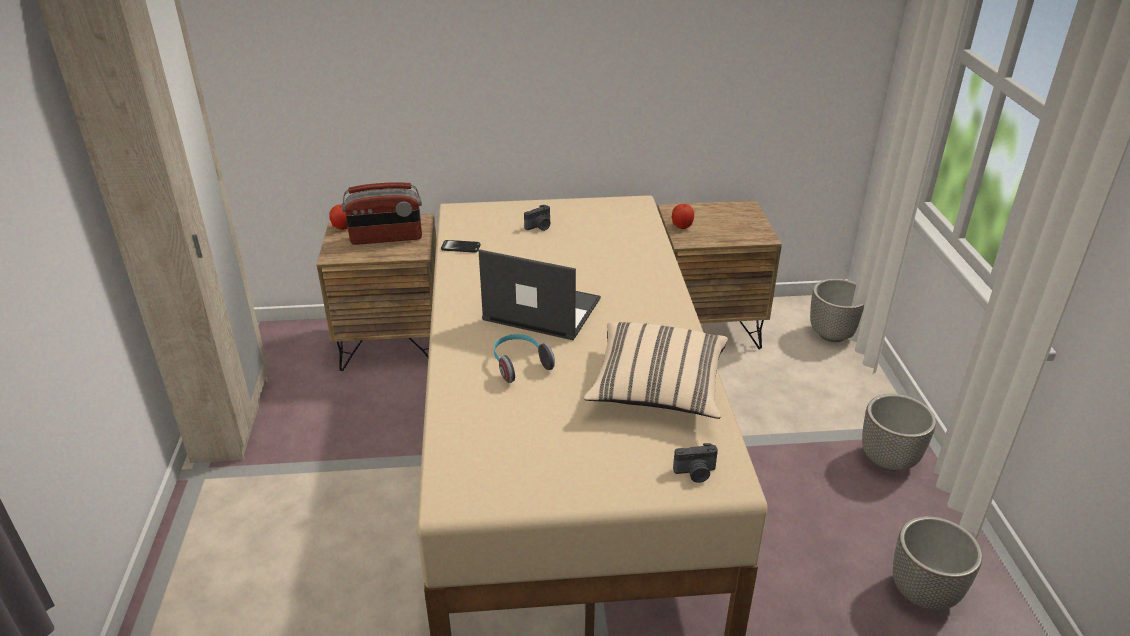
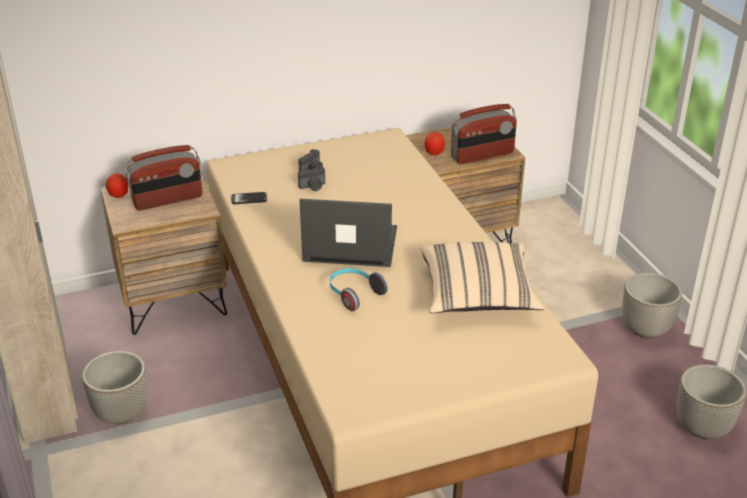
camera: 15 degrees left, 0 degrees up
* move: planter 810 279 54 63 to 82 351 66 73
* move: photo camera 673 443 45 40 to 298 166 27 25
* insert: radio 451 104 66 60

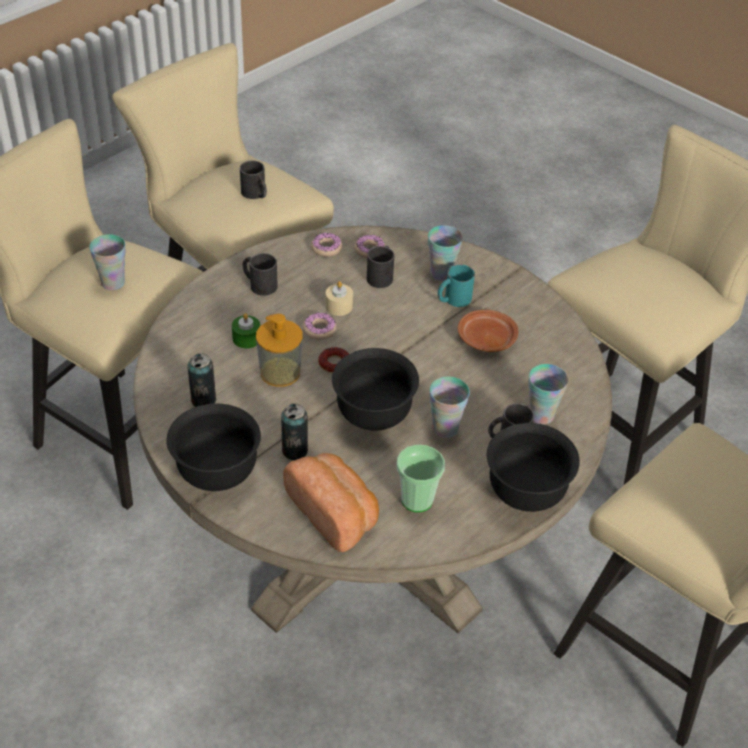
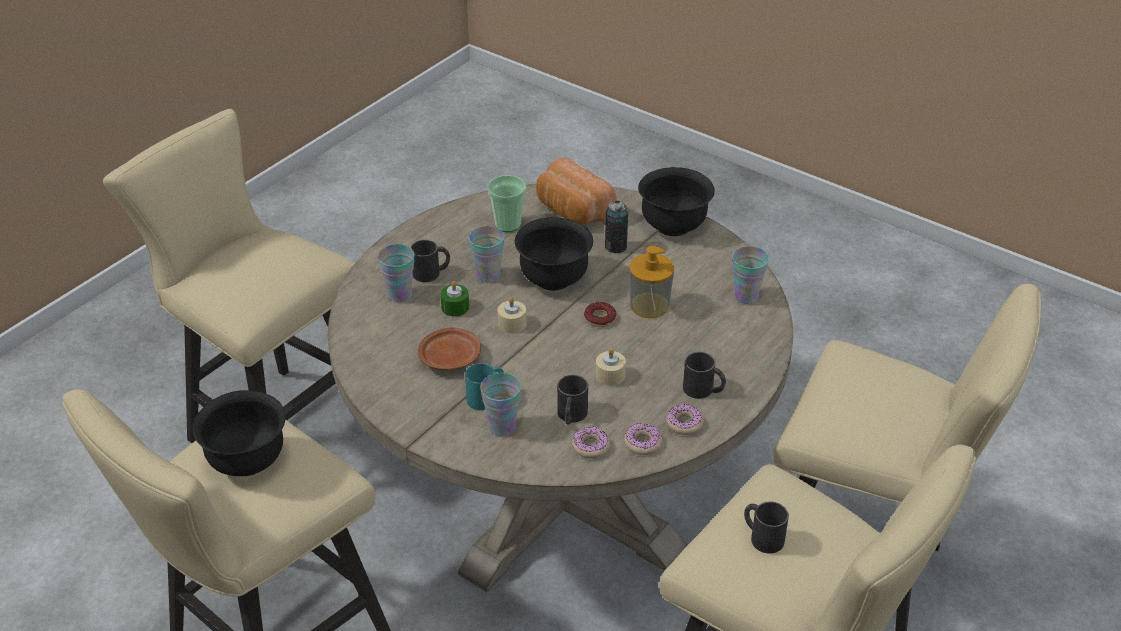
camera: 175 degrees right, 5 degrees down
* move: cup 89 234 36 56 to 732 246 37 58
* move: donut 302 312 34 28 to 666 404 38 31
* move: candle/green 232 313 28 36 to 440 281 29 36
* delete: can 187 353 29 54
* move: bowl/black 487 423 92 89 to 193 390 93 86
* insert: candle/beige 498 297 28 36

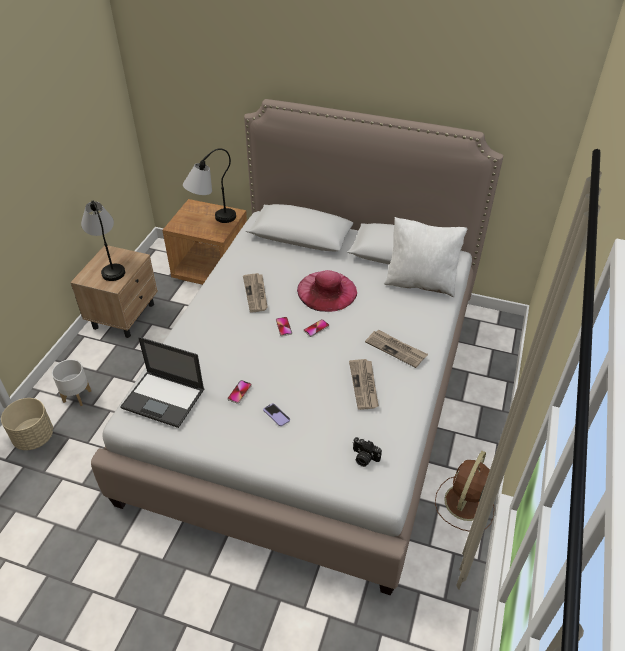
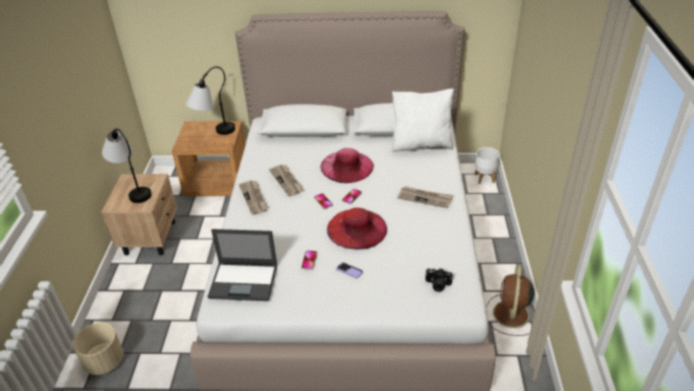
camera: 15 degrees left, 5 degrees down
* move: planter/white 52 359 39 47 to 475 147 25 37
* move: newspaper 349 359 30 51 to 239 180 29 35
* insert: hat/red 327 208 60 42

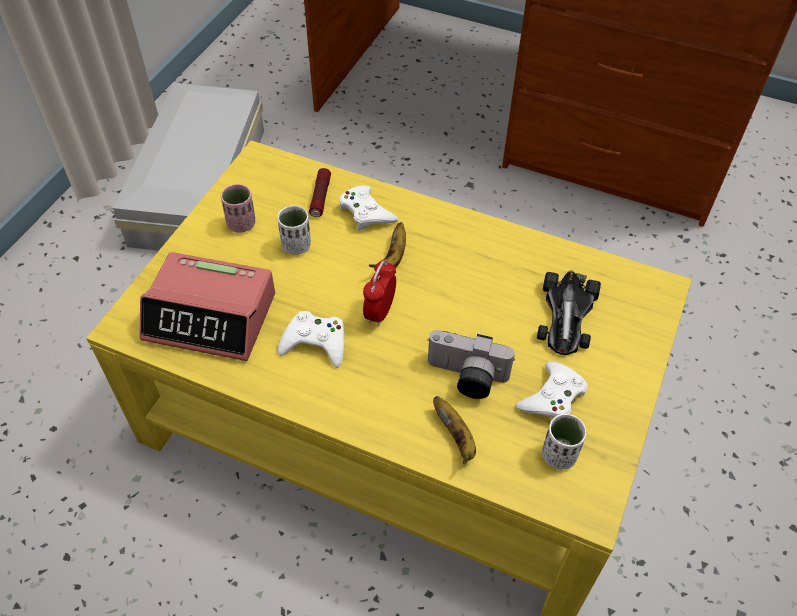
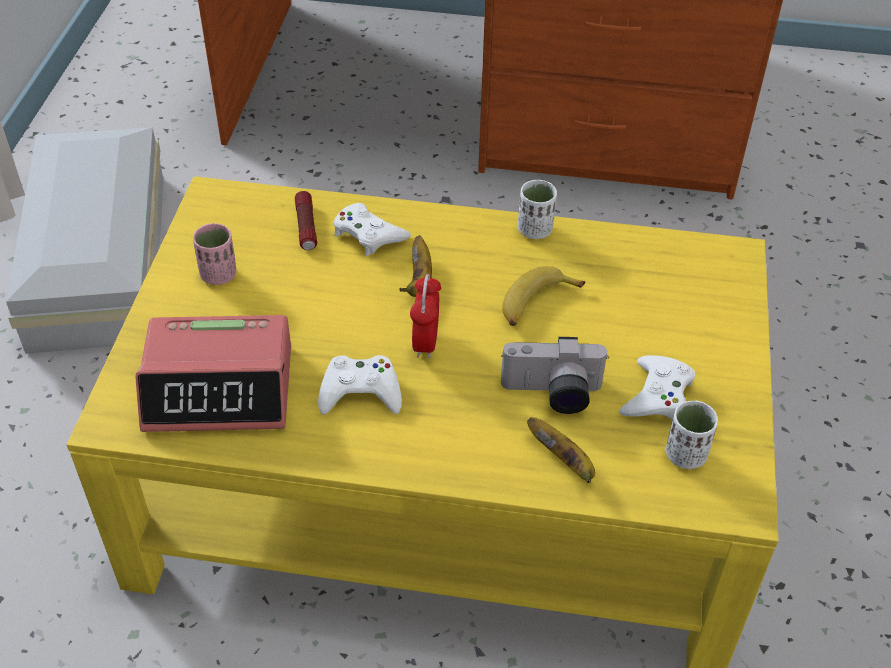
camera: 15 degrees left, 5 degrees down
* move: cup/white 278 205 33 50 to 518 180 39 59
* delete: toy car 537 270 64 85
* insert: banana 502 266 83 60

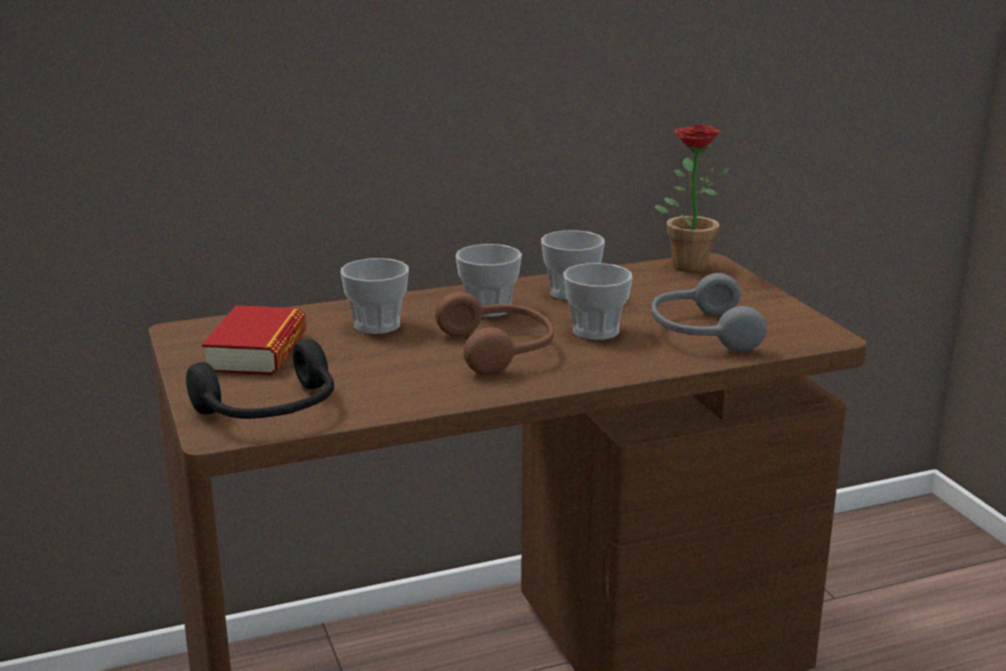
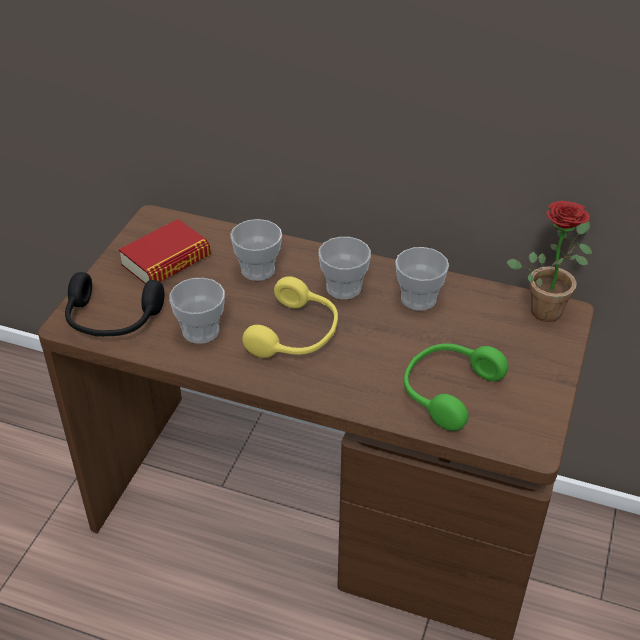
camera: 40 degrees right, 20 degrees up
* move: cup 563 263 70 77 to 169 278 56 66
* recolor: headphones/grey 651 273 116 79 to headphones/green 404 343 105 88
* recolor: headphones/brown 435 291 119 84 to headphones/yellow 242 276 96 82

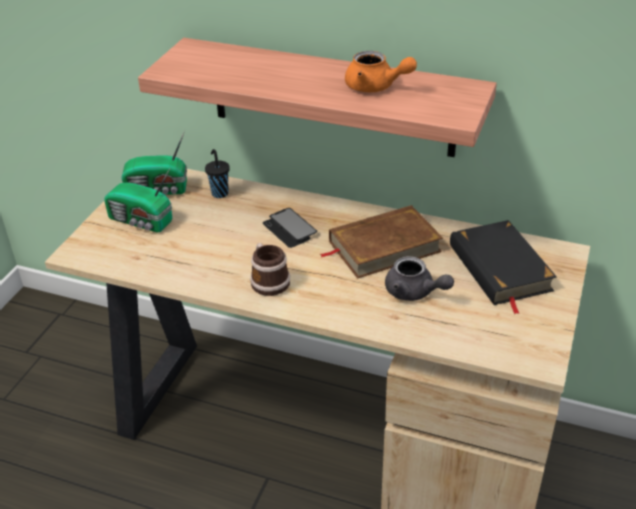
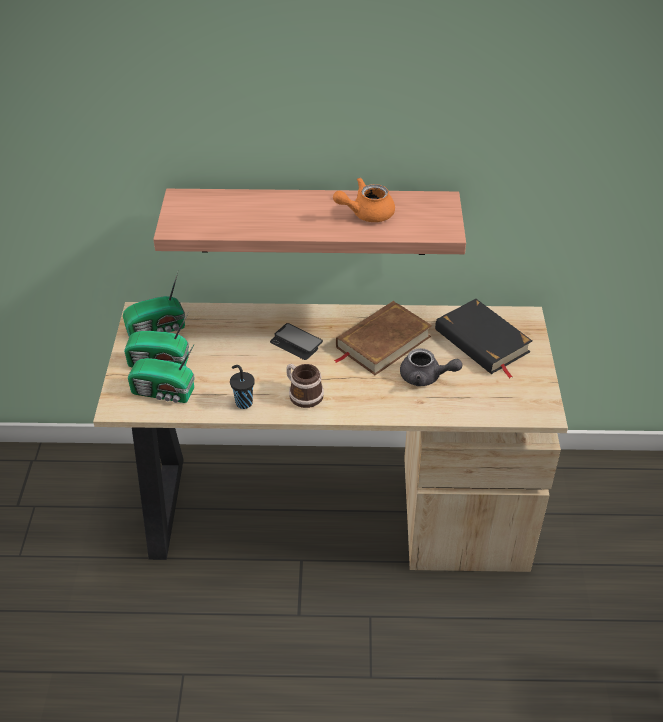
camera: 20 degrees left, 5 degrees up
* rotate: teapot/orange 345 51 72 41 = 333 177 62 45 150 degrees clockwise
* move: cup/black 205 149 25 49 to 230 365 25 44
* insert: radio 128 345 67 58

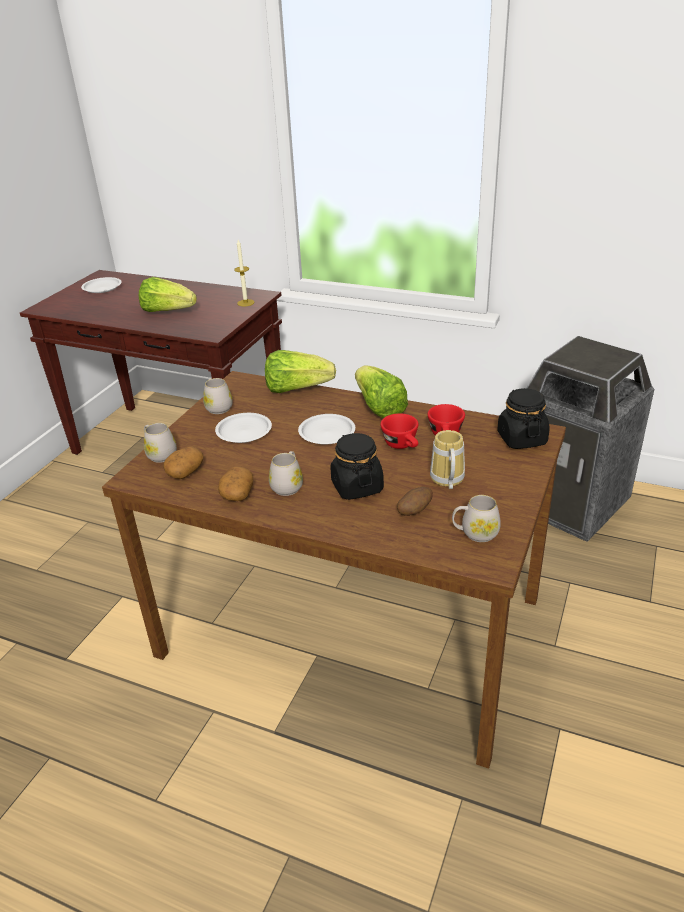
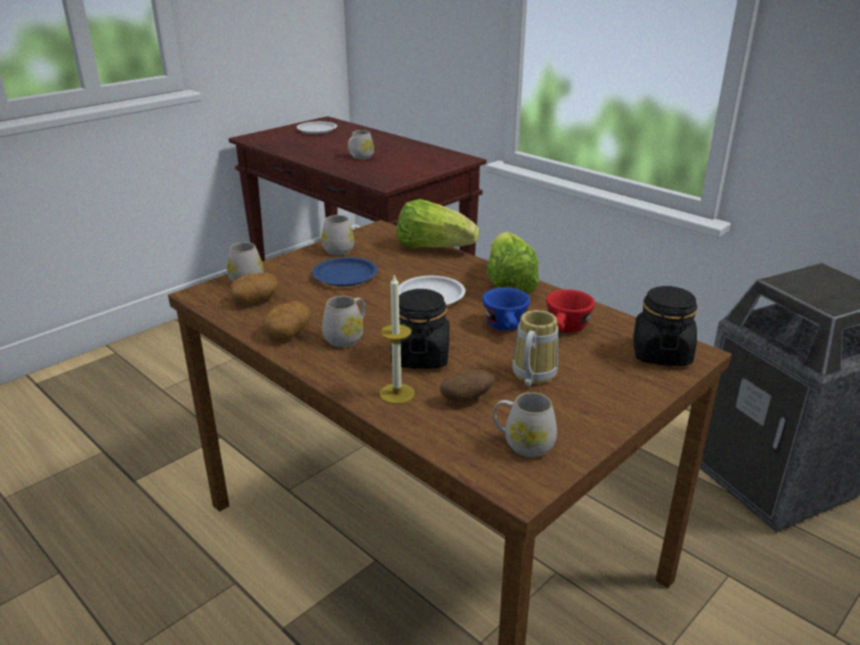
camera: 20 degrees right, 5 degrees down
* move: candle 234 240 20 67 to 380 273 35 131
* replace: lettuce 139 277 58 35 to mug/white 348 130 26 30
* recolor: plate/white 215 413 57 30 to plate/blue 312 257 66 29
* recolor: cup/red 380 414 39 35 to cup/blue 482 287 48 43

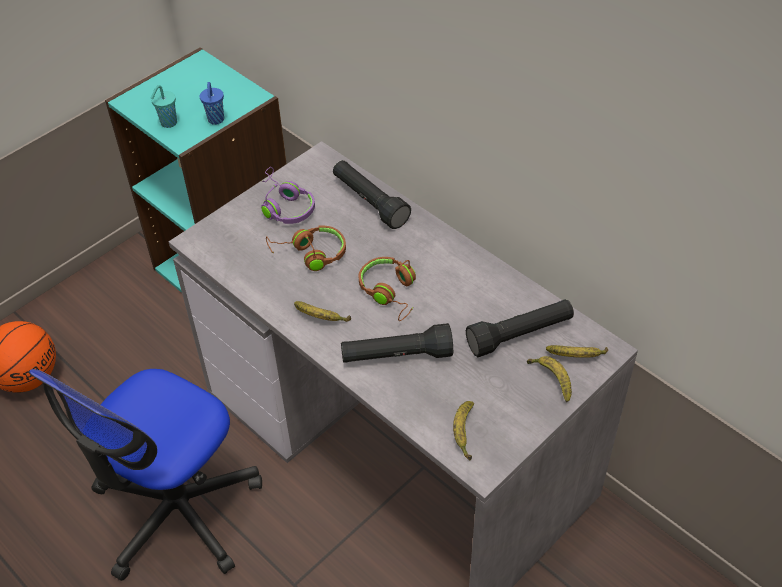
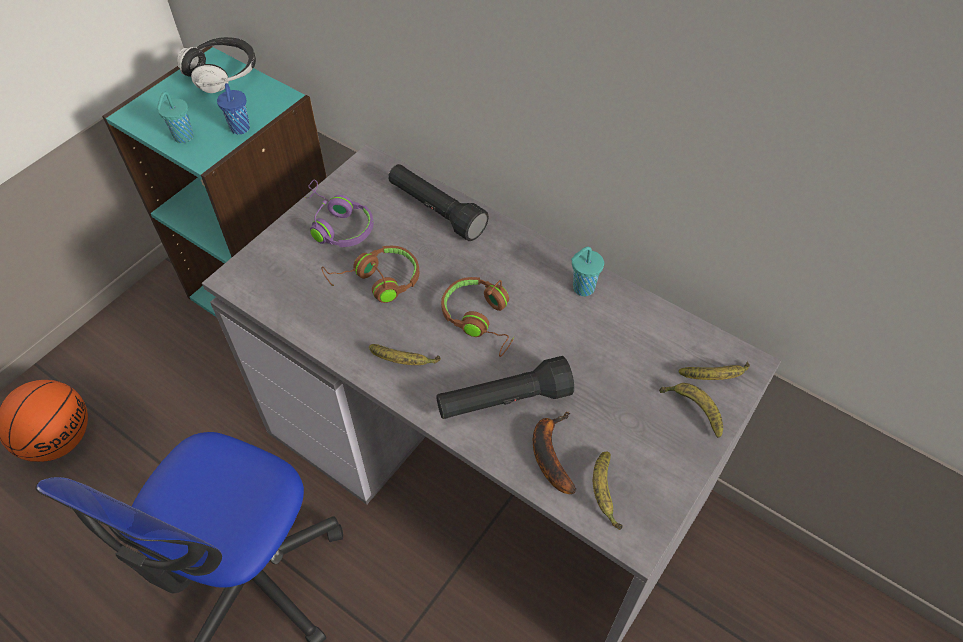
camera: 10 degrees left, 5 degrees up
* delete: flashlight/black 466 299 108 58
* insert: headphones 177 37 79 56
* insert: cup/turquoise 571 247 33 49
* insert: banana 533 412 43 82

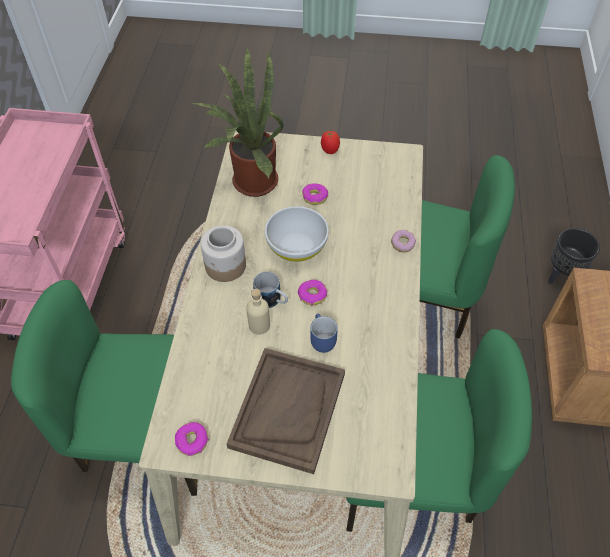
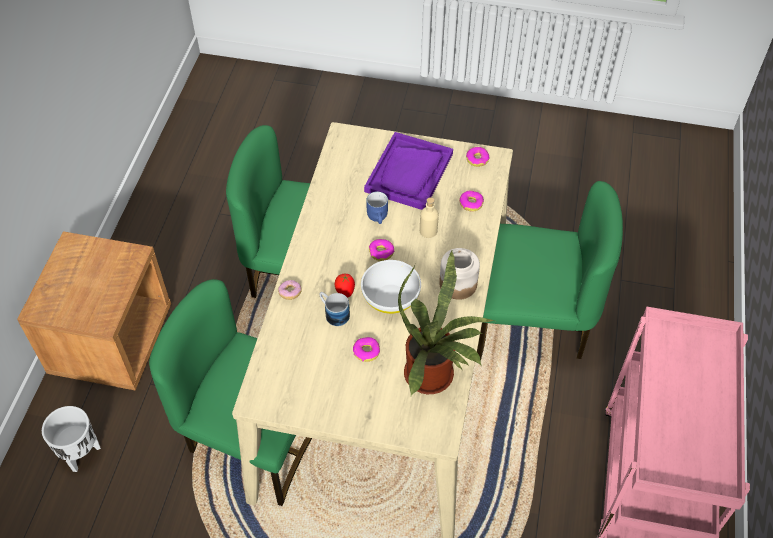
camera: 175 degrees left, 0 degrees up
* move: tomato 321 131 19 23 to 335 274 20 23
* recolor: planter/black 548 228 52 56 to planter/white 42 406 59 66
* move: mug 253 271 35 37 to 320 292 30 34
* recolor: tray/brown 226 348 119 126 to tray/purple 364 132 89 78
* insert: donut 459 190 25 22

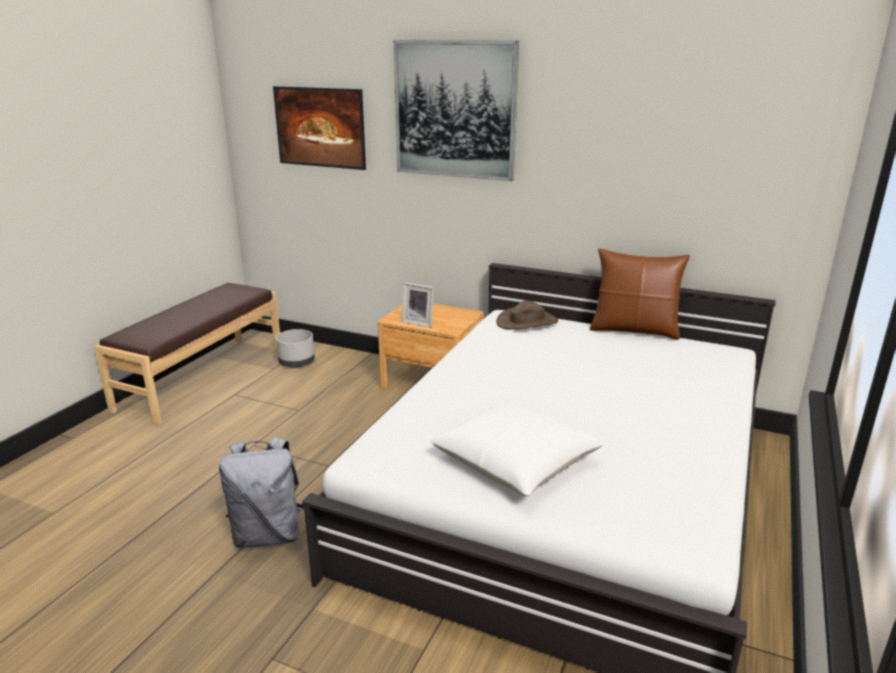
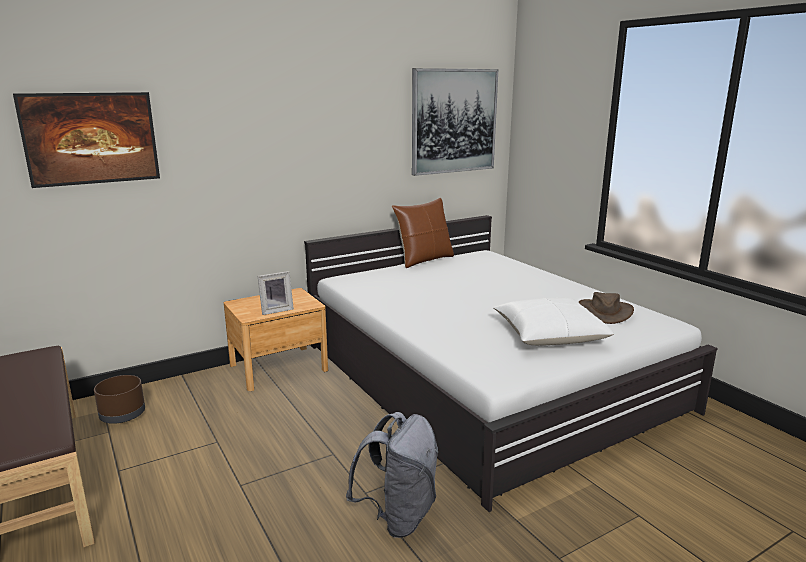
camera: 55 degrees left, 5 degrees down
* move: picture 394 40 125 141 to 412 68 86 108
* move: hat/brown 496 300 62 30 to 578 292 56 32
* recolor: planter/grey 276 329 39 39 to planter/brown 94 375 51 49

